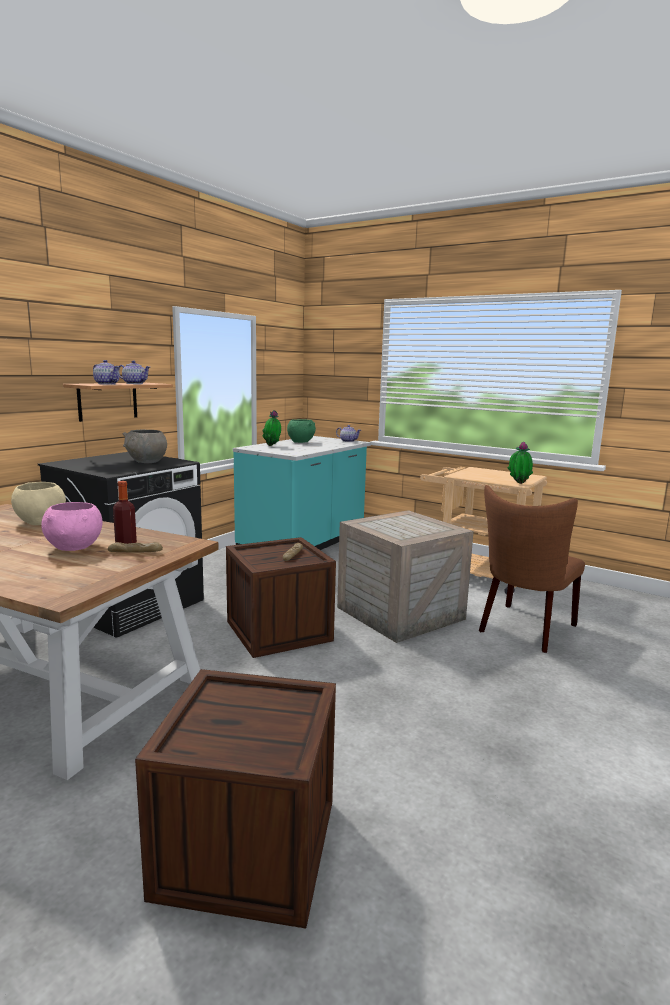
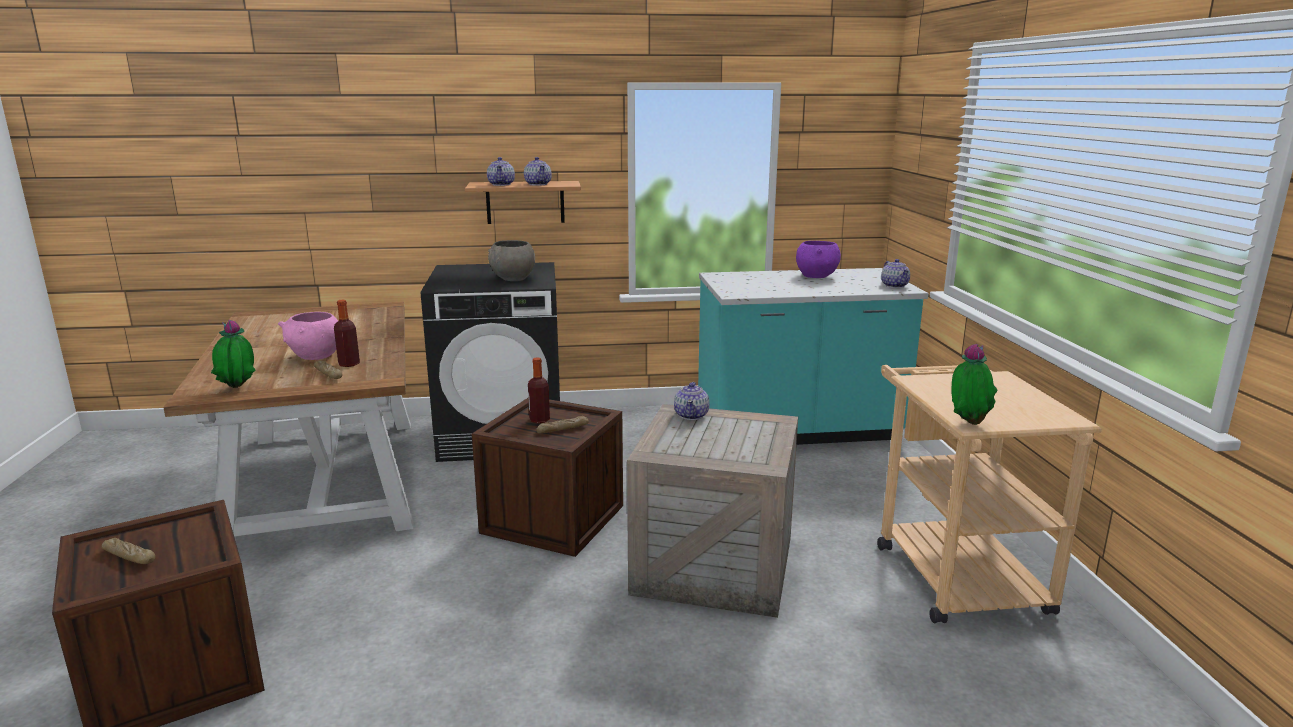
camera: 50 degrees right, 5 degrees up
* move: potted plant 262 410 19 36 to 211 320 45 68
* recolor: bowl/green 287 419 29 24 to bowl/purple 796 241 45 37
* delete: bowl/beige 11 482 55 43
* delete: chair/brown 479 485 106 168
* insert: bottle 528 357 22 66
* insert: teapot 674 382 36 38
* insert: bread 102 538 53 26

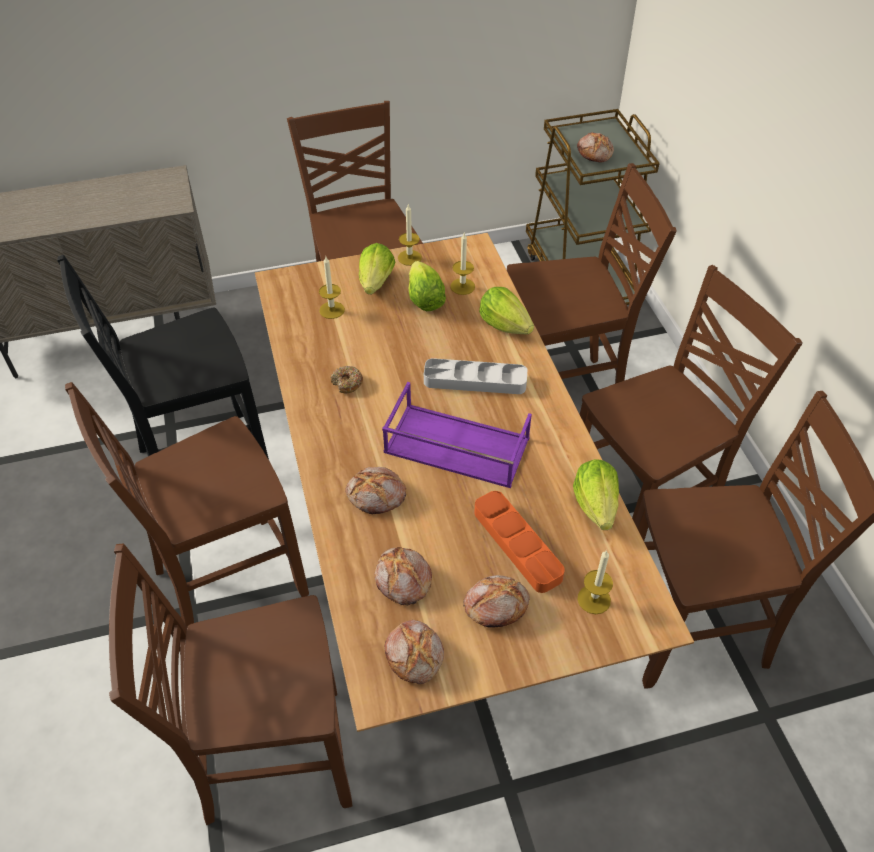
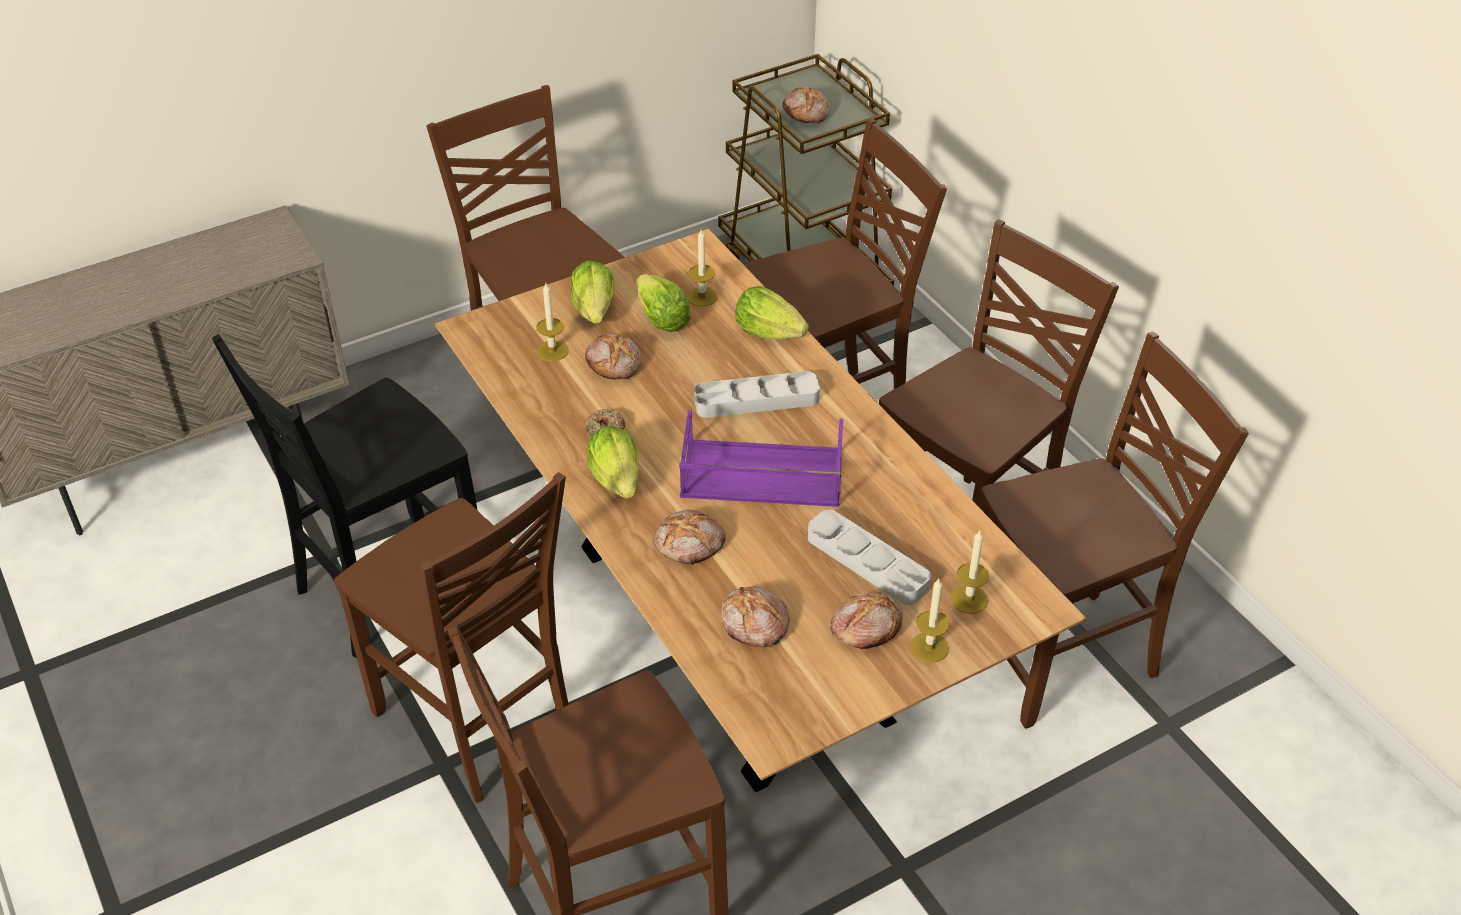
camera: 15 degrees left, 5 degrees down
* move: candle 398 205 24 61 to 910 579 40 84
* rotate: chair/brown 65 382 244 245 = 334 472 235 331 90 degrees counterclockwise
* move: lettuce 573 459 46 71 to 587 426 52 73
* recolor: tray/orange 474 491 91 102 to tray/grey 808 510 123 95
* move: bread 384 620 60 64 to 585 334 56 45

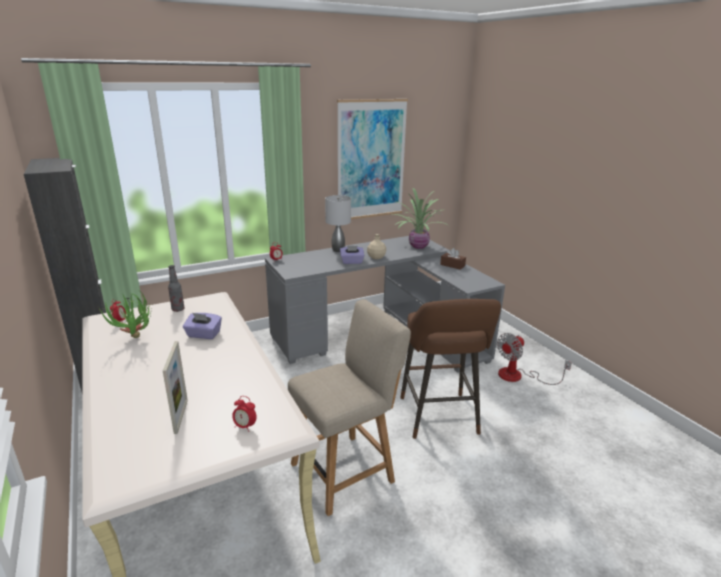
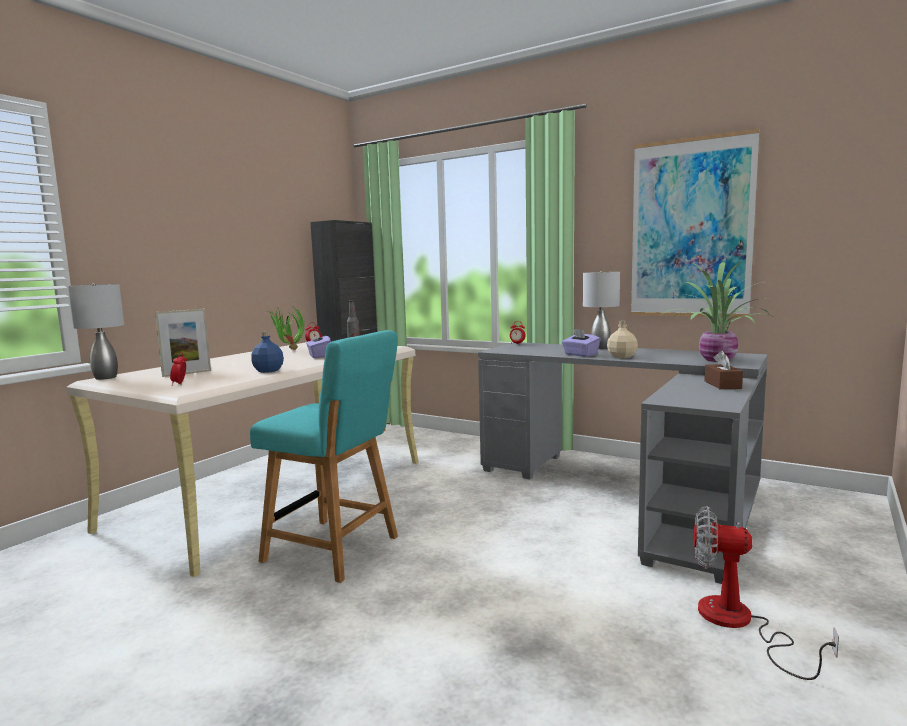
camera: 60 degrees right, 15 degrees down
* recolor: chair/beige 288 299 123 217 to chair/turquoise 250 330 148 253
* delete: stool/brown 400 299 101 140
* insert: table lamp/grey 68 283 56 97
* insert: bottle/blue 251 331 33 42

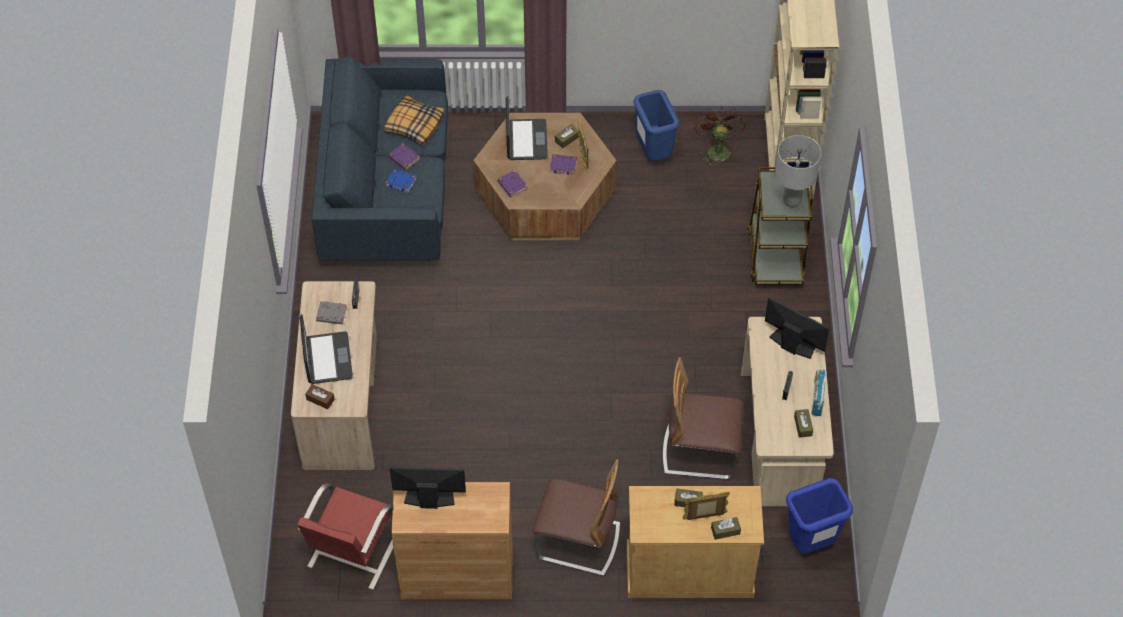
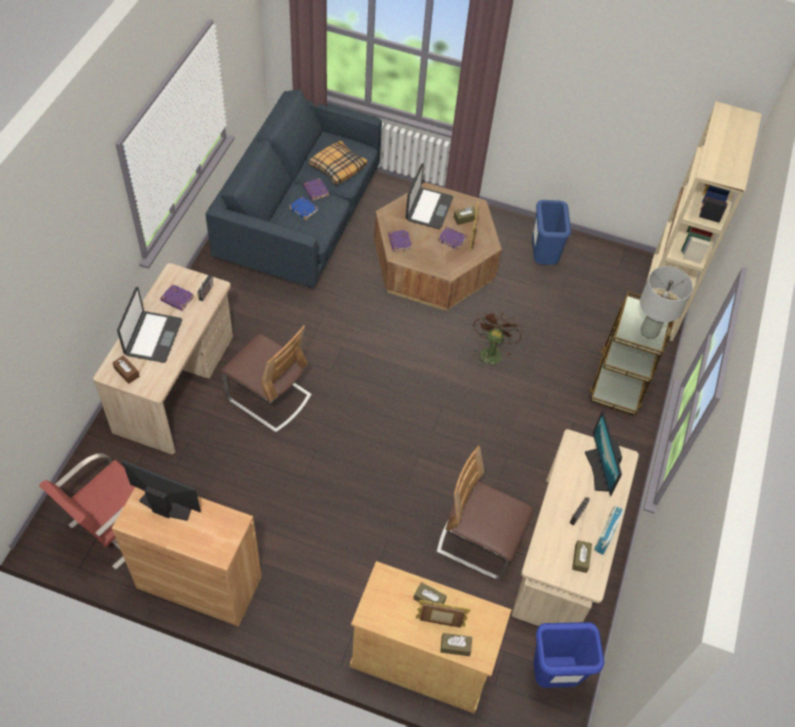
camera: 15 degrees right, 0 degrees up
* move: fan/brown 695 108 50 60 to 473 310 50 58
* rotate: monitor 765 297 65 62 = 585 410 37 86 150 degrees counterclockwise
* recolor: book/grey 316 301 31 23 to book/purple 160 284 34 27
* move: chair 533 459 87 117 to 221 325 91 108

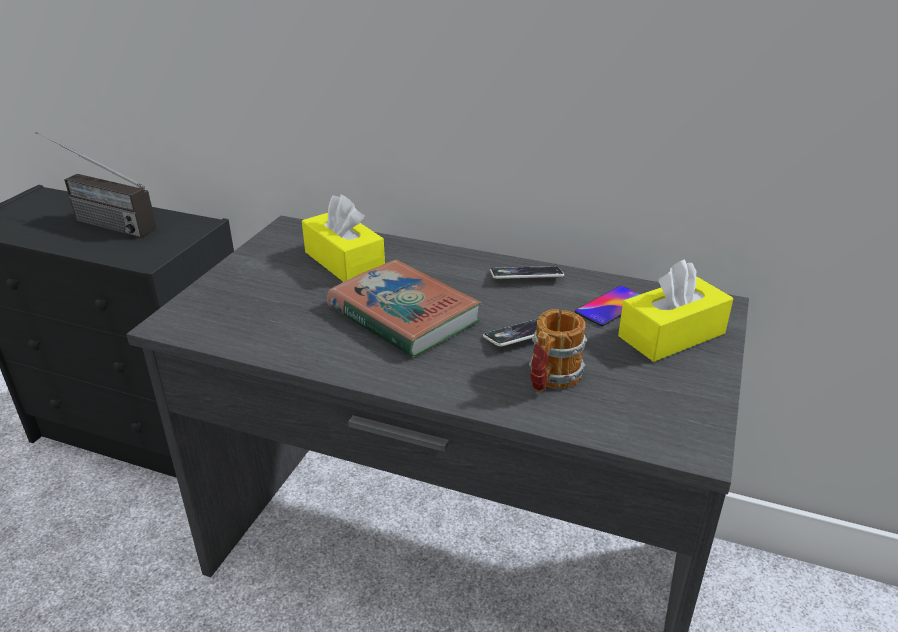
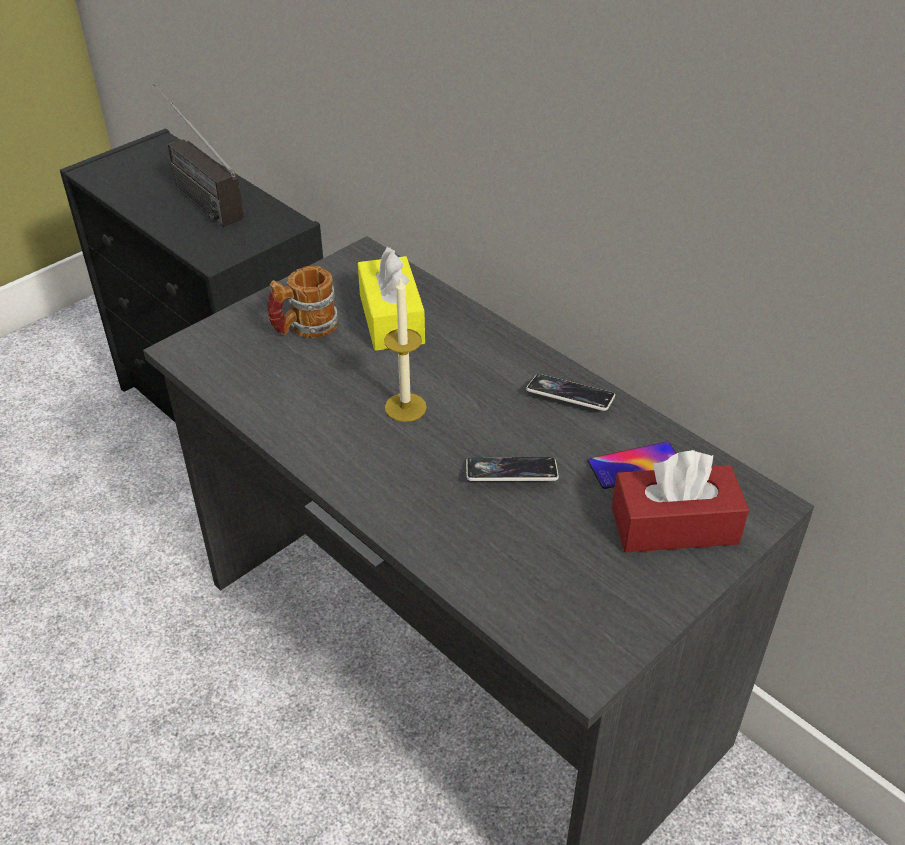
camera: 25 degrees right, 10 degrees up
* recolor: tissue box/yellow 618 259 115 103 to tissue box/red 612 450 137 103
* replace: book 327 260 155 98 to candle 384 277 43 145
* move: mug 529 309 58 84 to 267 266 71 72

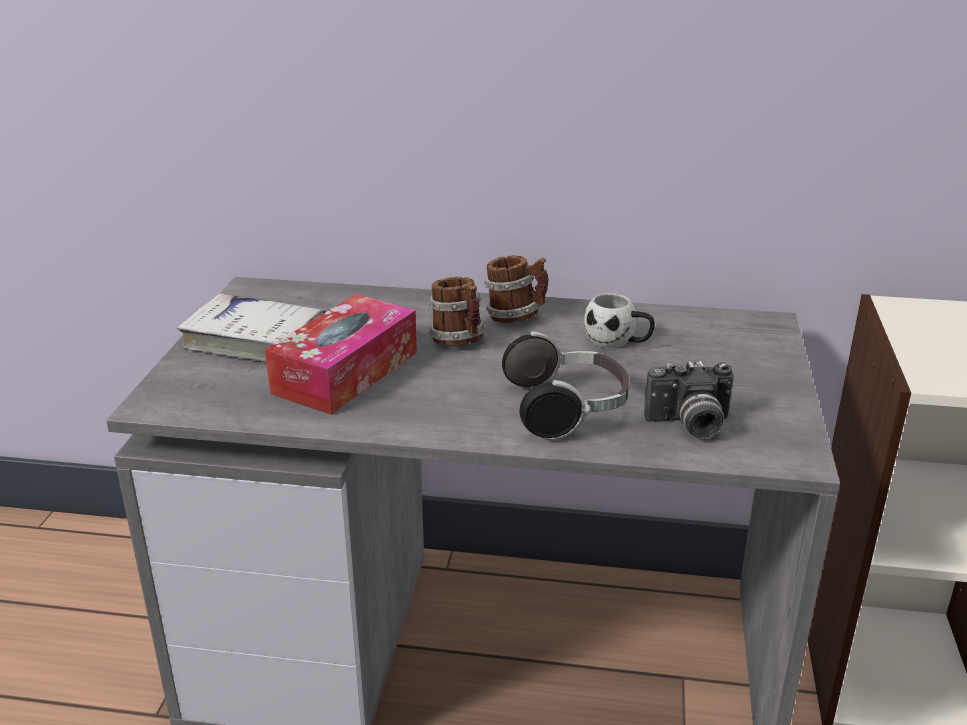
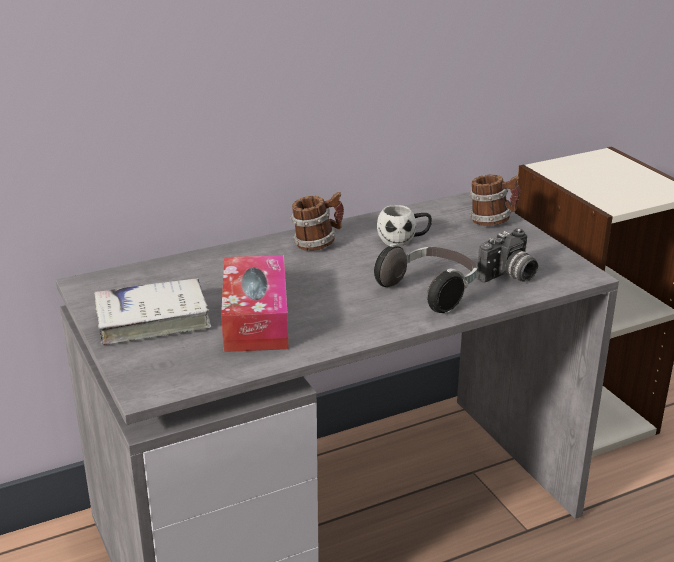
camera: 35 degrees left, 0 degrees up
* move: mug 428 277 58 69 to 469 175 51 51

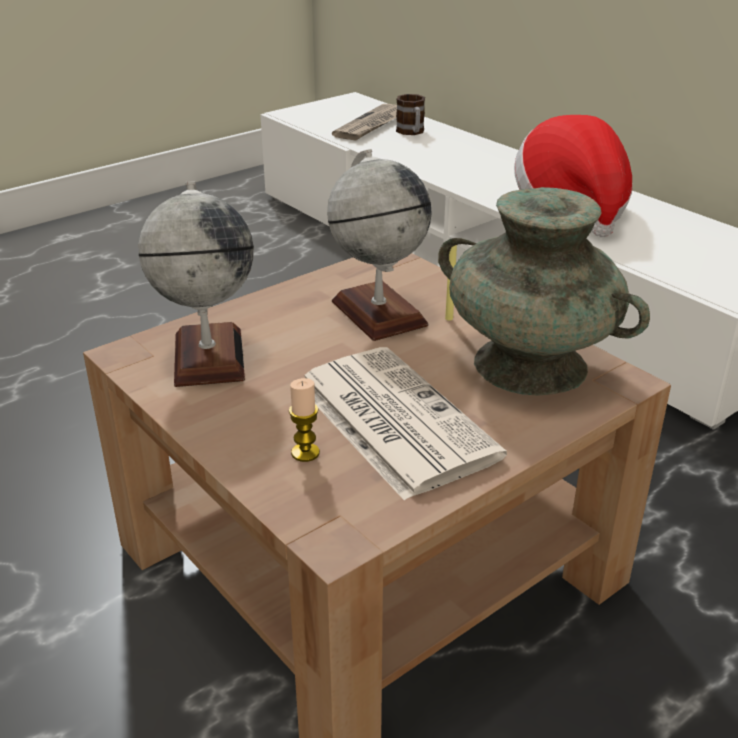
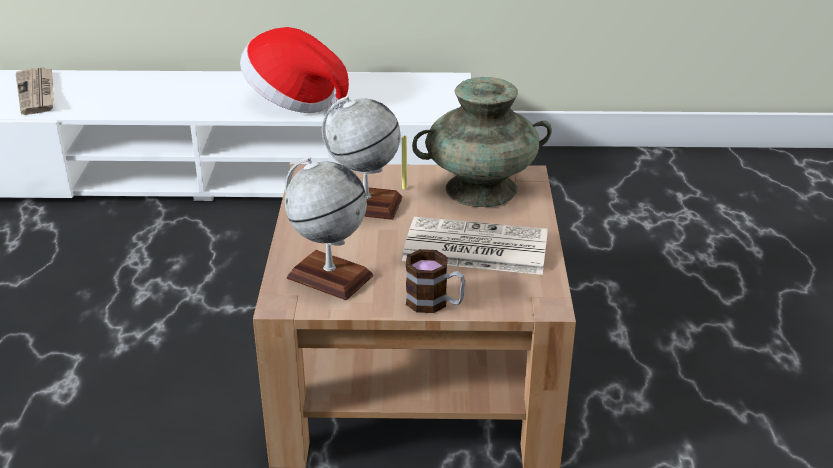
camera: 50 degrees left, 0 degrees up
* move: mug 396 94 29 41 to 406 249 60 64
* delete: candle 289 378 31 84

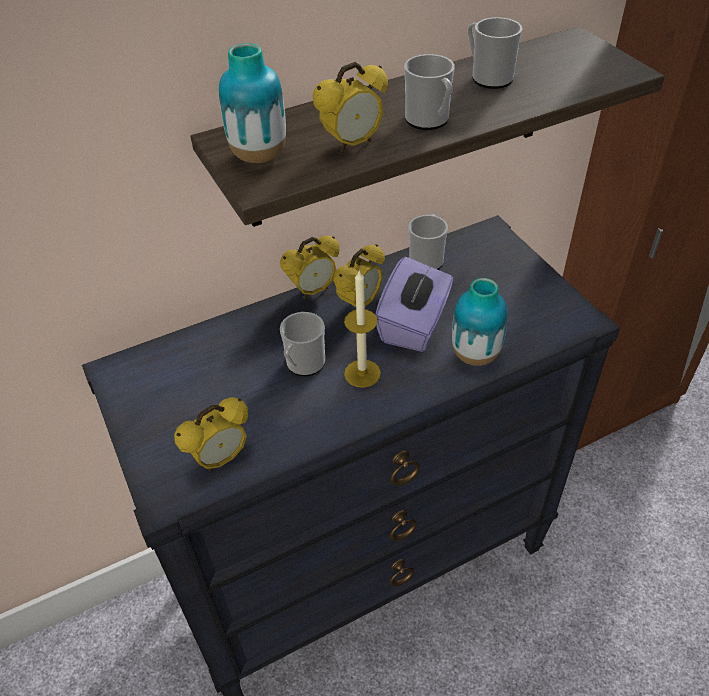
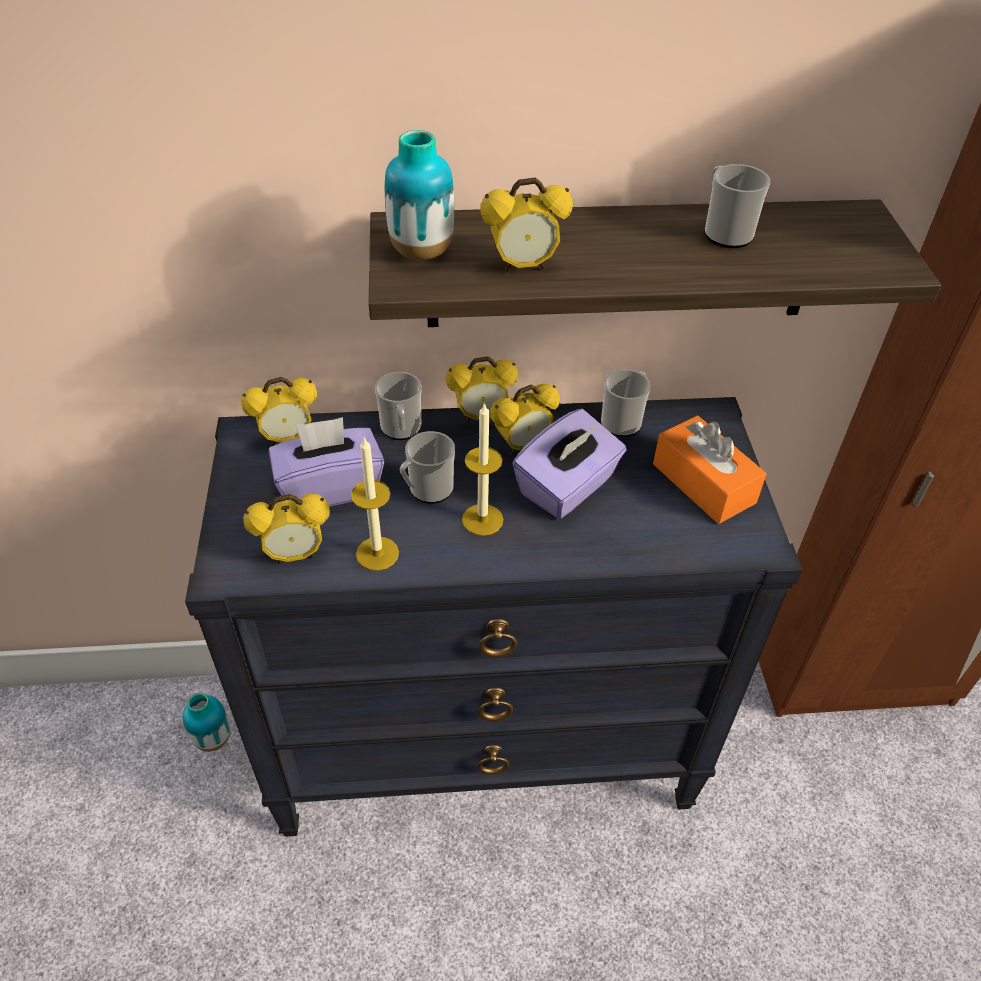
camera: 20 degrees right, 0 degrees up
* move: mug 404 54 51 76 to 375 372 47 68
* move: vase 452 278 56 88 to 183 693 47 59
* insert: alarm clock 241 377 76 69
* insert: tissue box/orange 653 416 114 108
* insert: tissue box/purple 269 417 115 89
* insert: candle 351 437 48 134

